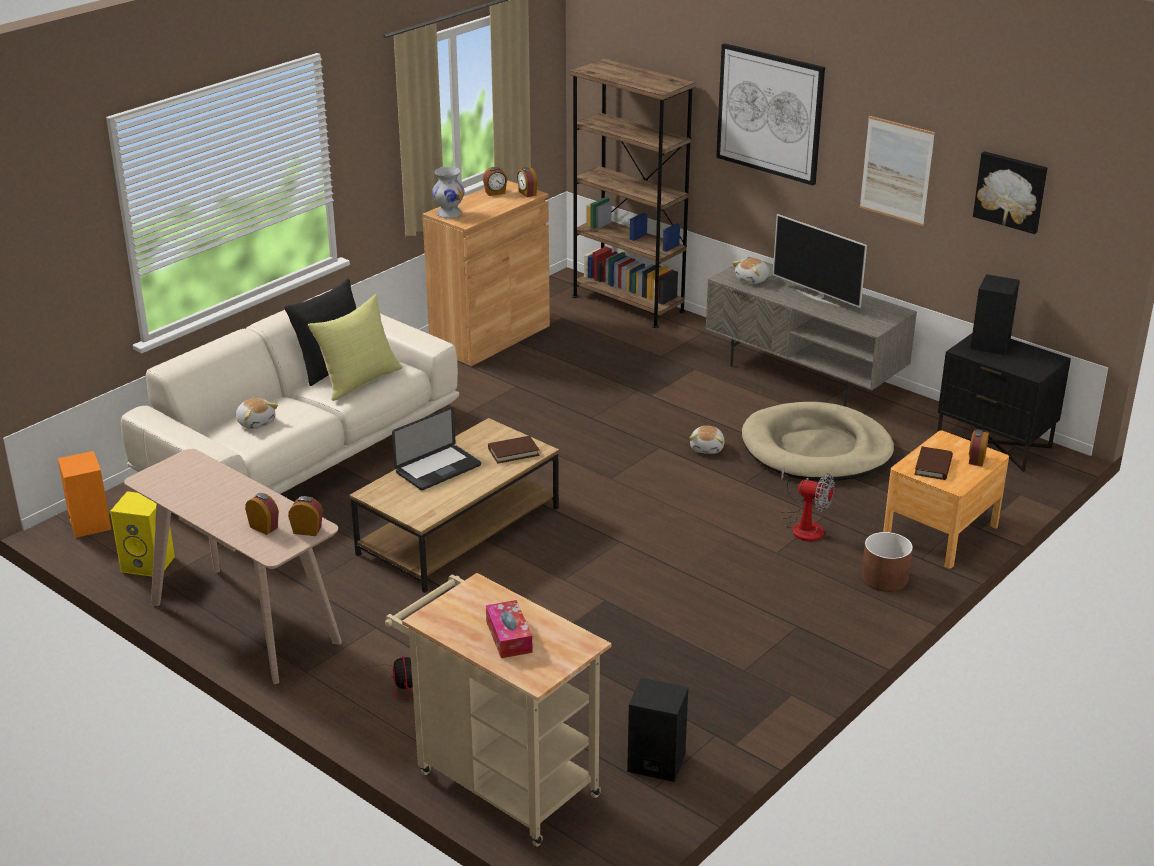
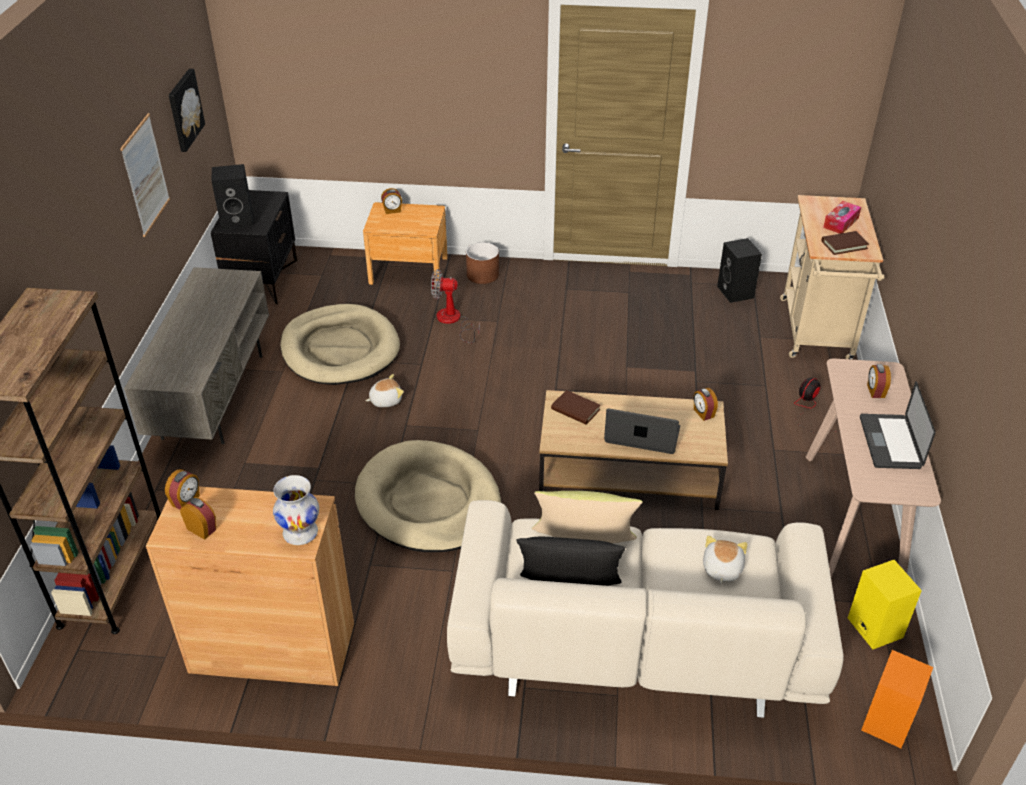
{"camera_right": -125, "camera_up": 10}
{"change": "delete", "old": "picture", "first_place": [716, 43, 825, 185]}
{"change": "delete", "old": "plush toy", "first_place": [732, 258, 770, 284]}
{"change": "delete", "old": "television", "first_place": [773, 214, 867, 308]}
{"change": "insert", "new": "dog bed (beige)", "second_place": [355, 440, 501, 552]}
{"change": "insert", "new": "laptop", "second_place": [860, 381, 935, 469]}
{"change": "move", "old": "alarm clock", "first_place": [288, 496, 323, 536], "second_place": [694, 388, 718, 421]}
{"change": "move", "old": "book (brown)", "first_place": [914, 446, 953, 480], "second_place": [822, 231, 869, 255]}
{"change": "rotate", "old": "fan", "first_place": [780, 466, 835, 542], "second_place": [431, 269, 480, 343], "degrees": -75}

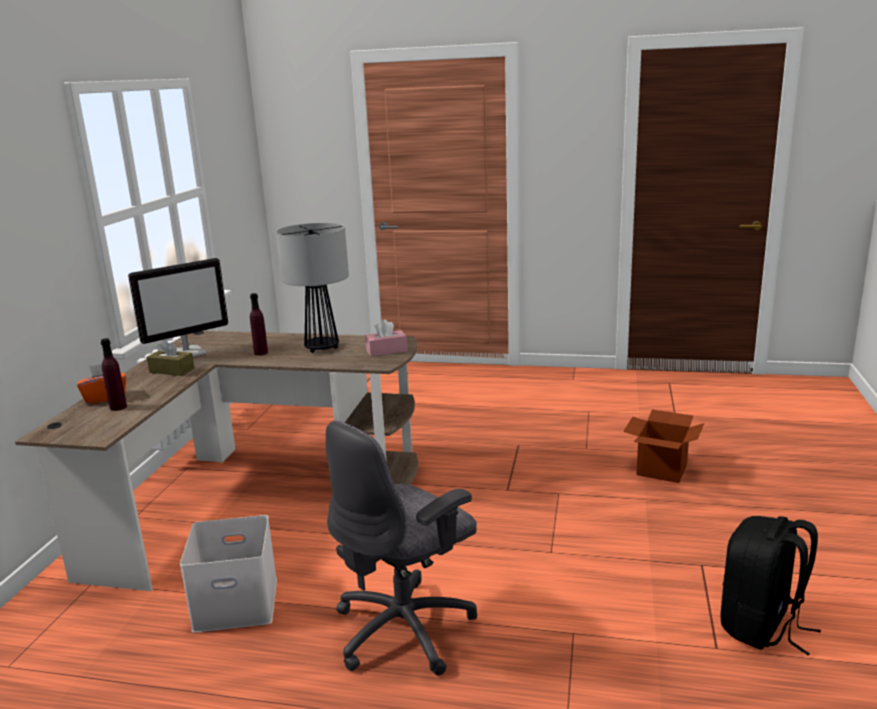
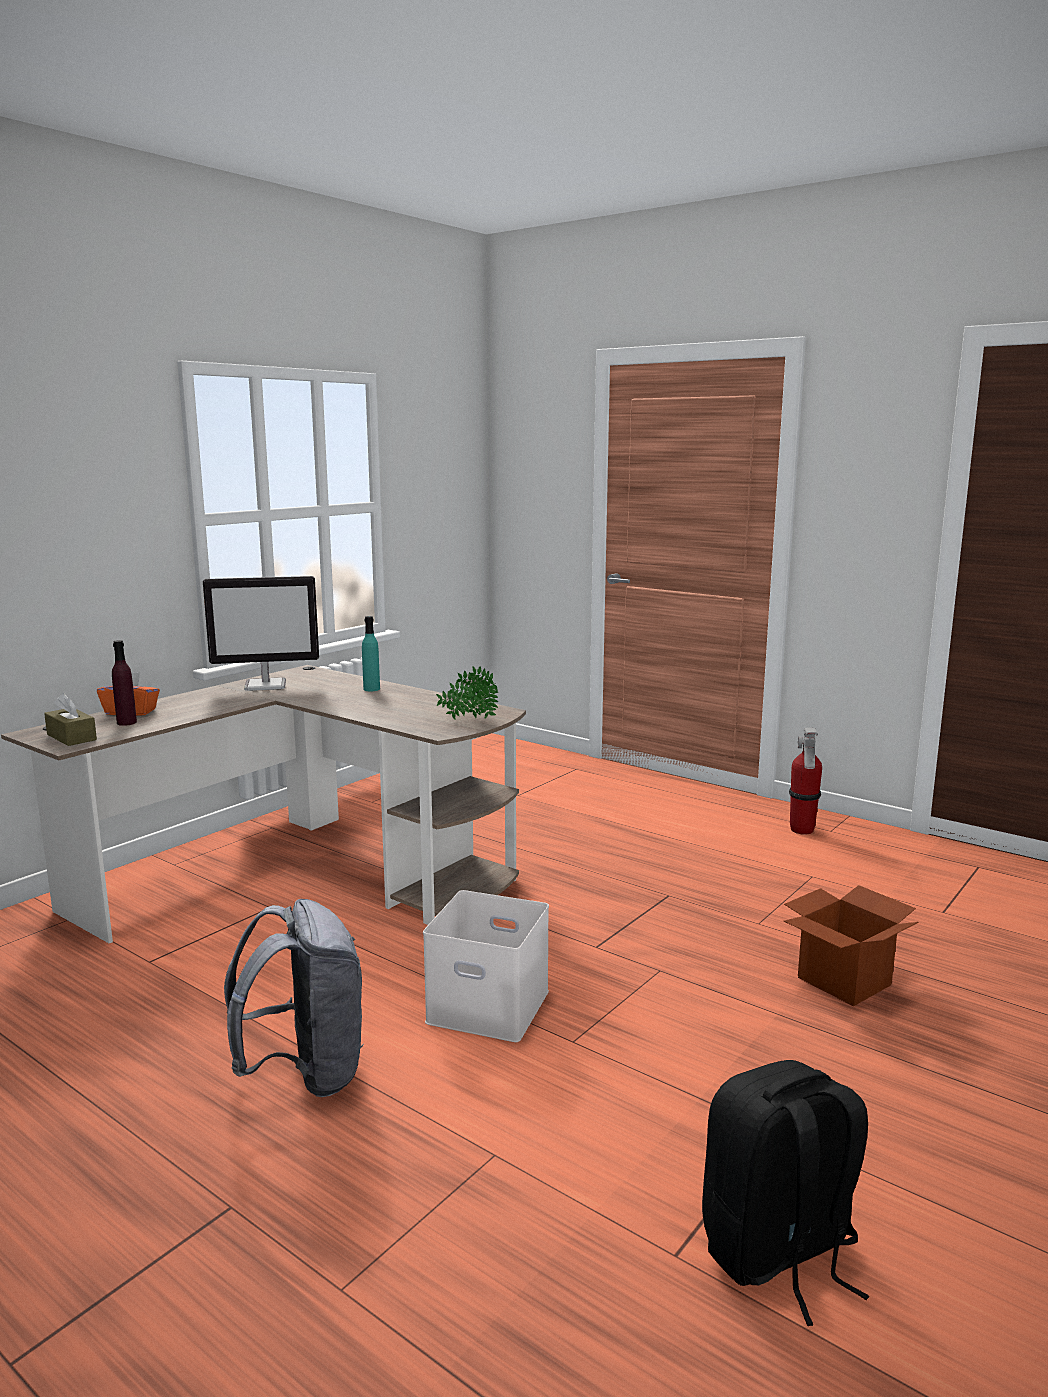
{"camera_right": 25, "camera_up": -5}
{"change": "delete", "old": "bottle (purple)", "first_place": [250, 293, 268, 355]}
{"change": "delete", "old": "table lamp", "first_place": [276, 223, 349, 353]}
{"change": "insert", "new": "bottle (turquoise)", "second_place": [362, 616, 380, 691]}
{"change": "insert", "new": "fire extinguisher", "second_place": [789, 728, 822, 835]}
{"change": "move", "old": "tissue box (brown)", "first_place": [147, 339, 195, 376], "second_place": [44, 693, 97, 746]}
{"change": "move", "old": "storage box (white)", "first_place": [180, 515, 277, 633], "second_place": [423, 890, 549, 1042]}
{"change": "replace", "old": "office chair (grey)", "new": "backpack (grey)", "first_place": [326, 421, 477, 675], "second_place": [224, 899, 364, 1097]}
{"change": "replace", "old": "tissue box (pink)", "new": "potted plant", "first_place": [365, 319, 407, 356], "second_place": [436, 666, 498, 720]}

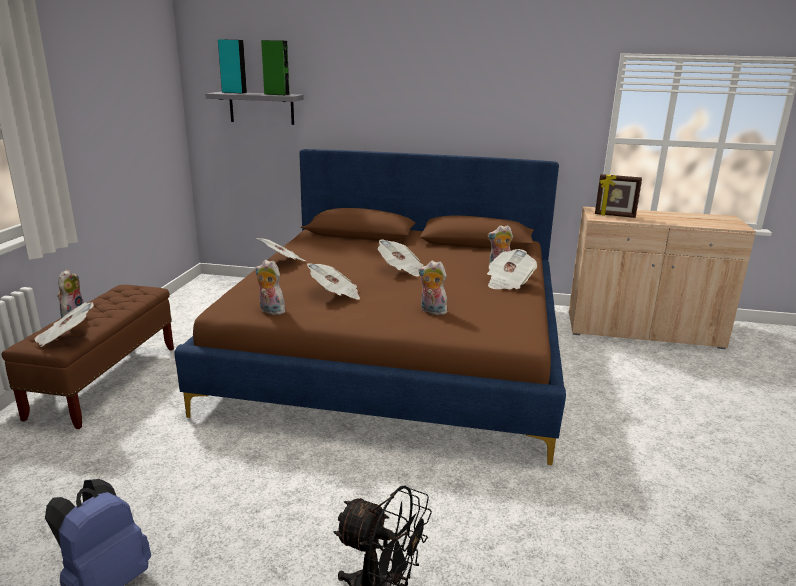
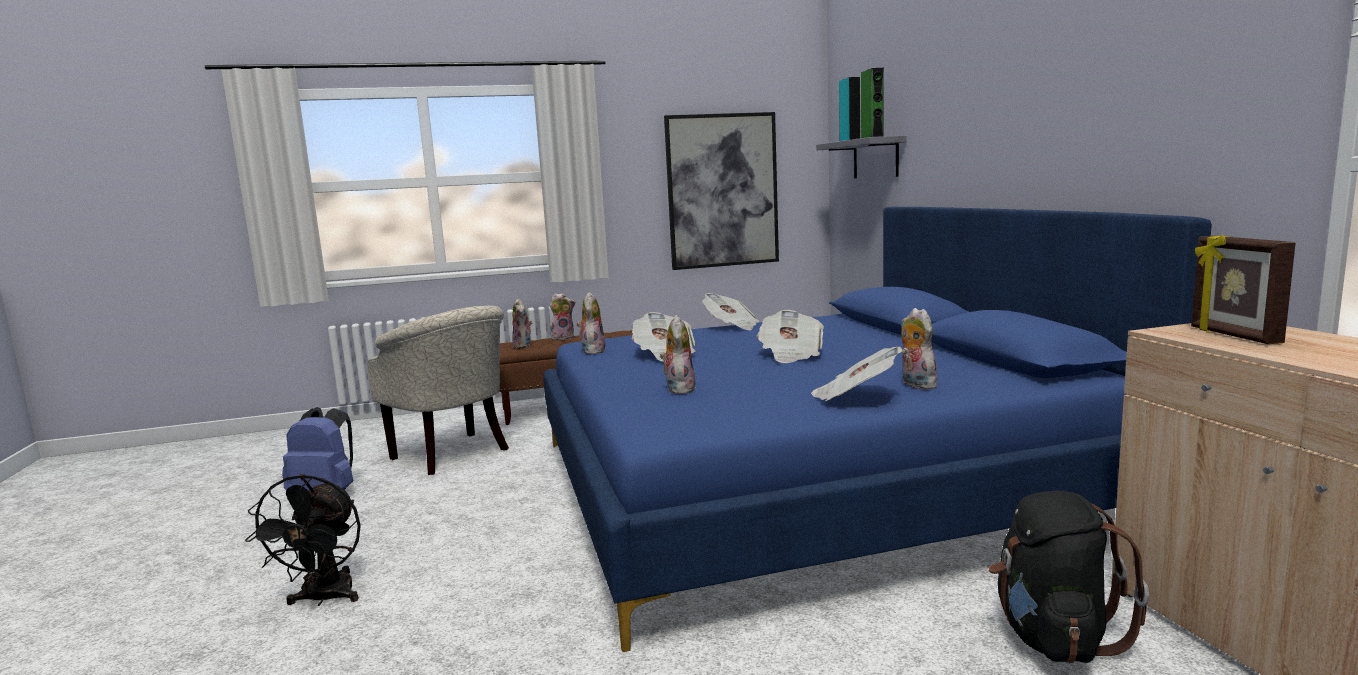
{"camera_right": 65, "camera_up": -10}
{"change": "insert", "new": "armchair (beige)", "second_place": [367, 306, 509, 475]}
{"change": "insert", "new": "picture", "second_place": [664, 112, 779, 270]}
{"change": "insert", "new": "backpack (black)", "second_place": [989, 491, 1149, 663]}
{"change": "replace", "old": "newspaper", "new": "plush toy", "first_place": [34, 302, 94, 347], "second_place": [512, 299, 532, 348]}
{"change": "recolor", "old": "bed (brown)", "new": "bed (blue)", "first_place": [174, 149, 566, 465], "second_place": [543, 207, 1212, 652]}

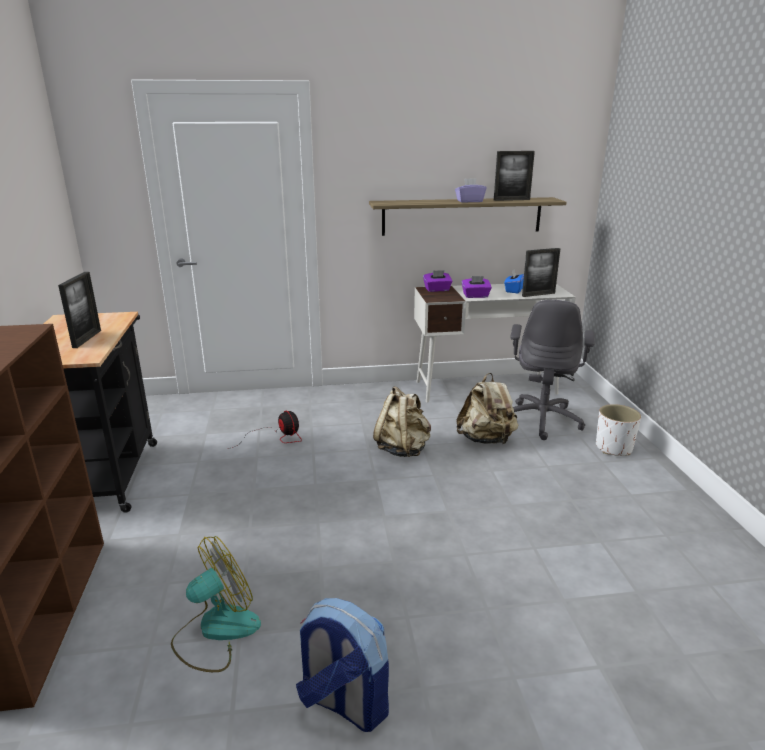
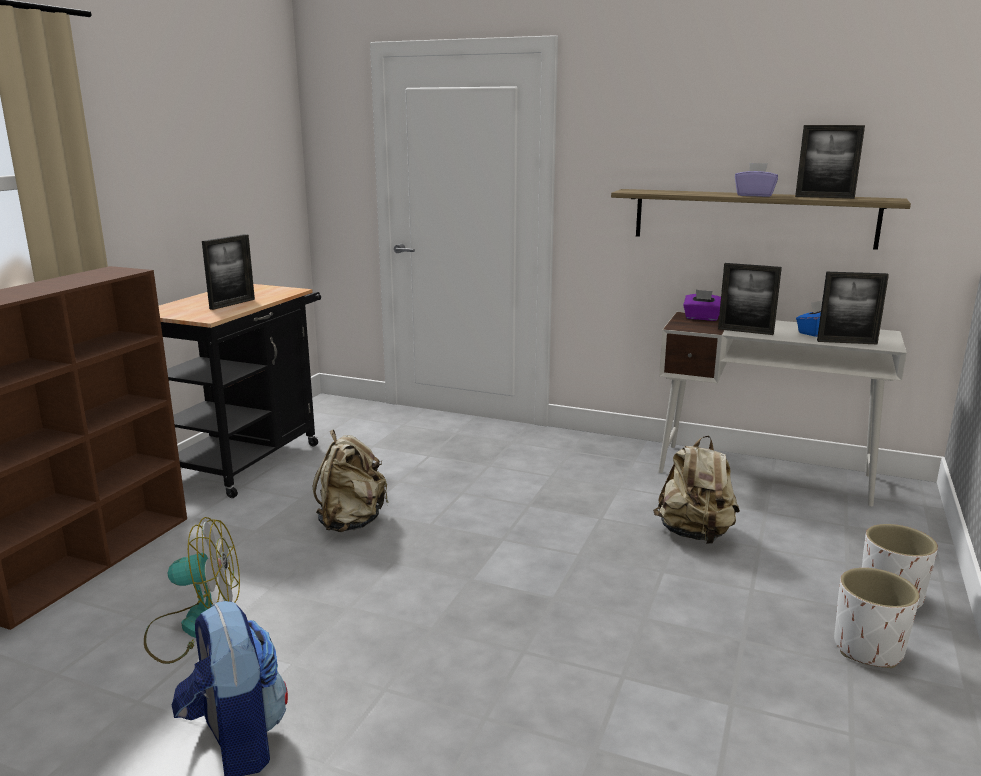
{"camera_right": 30, "camera_up": -5}
{"change": "delete", "old": "fan", "first_place": [228, 411, 302, 449]}
{"change": "delete", "old": "office chair (grey)", "first_place": [511, 300, 595, 440]}
{"change": "insert", "new": "planter (white)", "second_place": [834, 568, 920, 668]}
{"change": "move", "old": "backpack (beige)", "first_place": [373, 386, 431, 457], "second_place": [312, 430, 389, 532]}
{"change": "replace", "old": "tissue box (purple)", "new": "picture frame", "first_place": [462, 276, 492, 298], "second_place": [718, 263, 782, 335]}

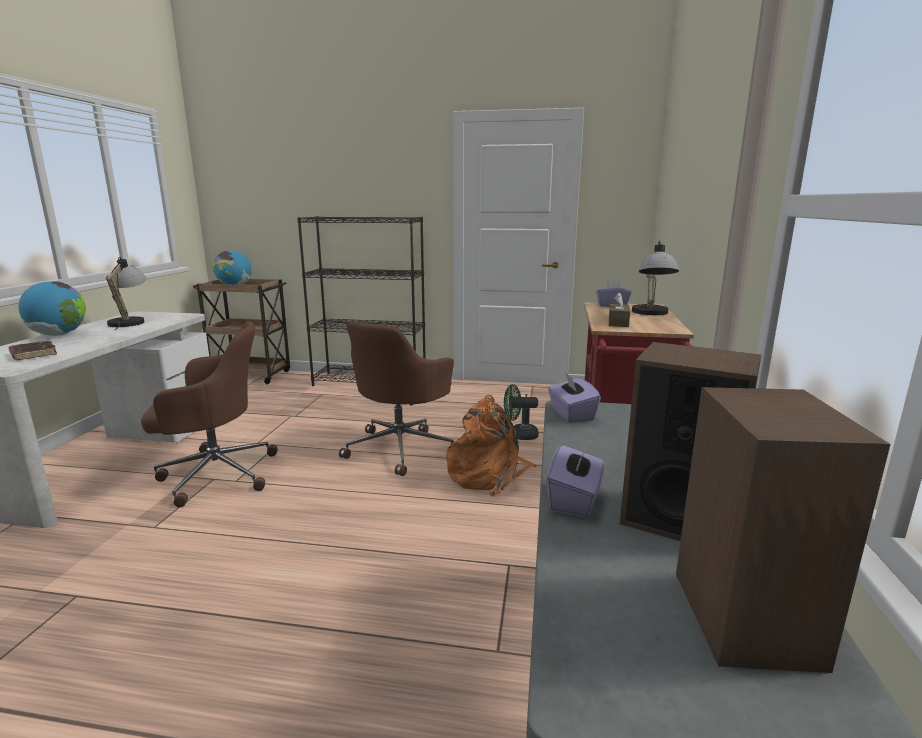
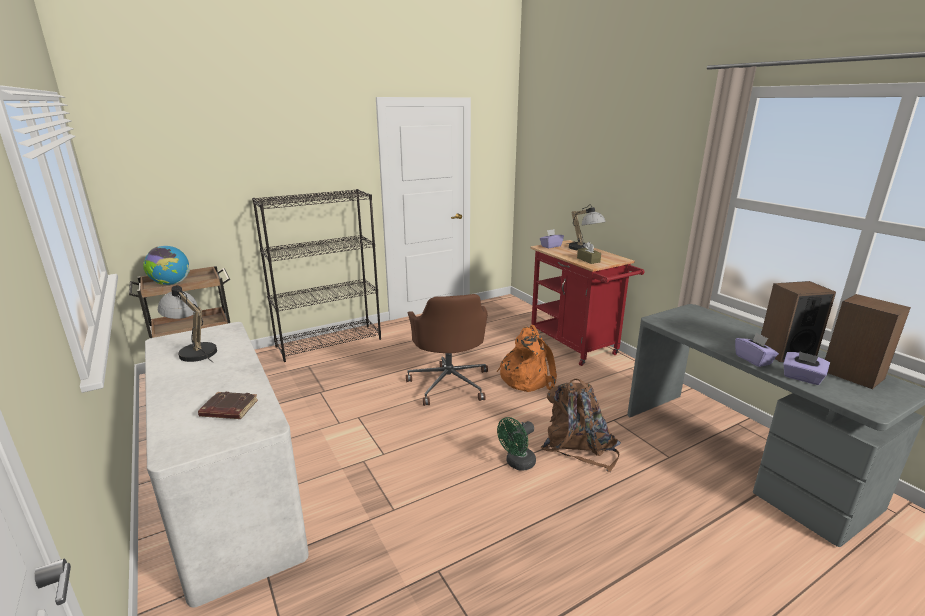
{"camera_right": -40, "camera_up": 5}
{"change": "delete", "old": "globe", "first_place": [18, 281, 86, 336]}
{"change": "delete", "old": "office chair (brown)", "first_place": [141, 321, 278, 507]}
{"change": "insert", "new": "backpack (brown)", "second_place": [540, 378, 621, 472]}
{"change": "move", "old": "fan (green)", "first_place": [504, 384, 539, 440], "second_place": [497, 417, 536, 471]}
{"change": "move", "old": "tissue box (purple)", "first_place": [548, 372, 601, 423], "second_place": [783, 351, 830, 385]}

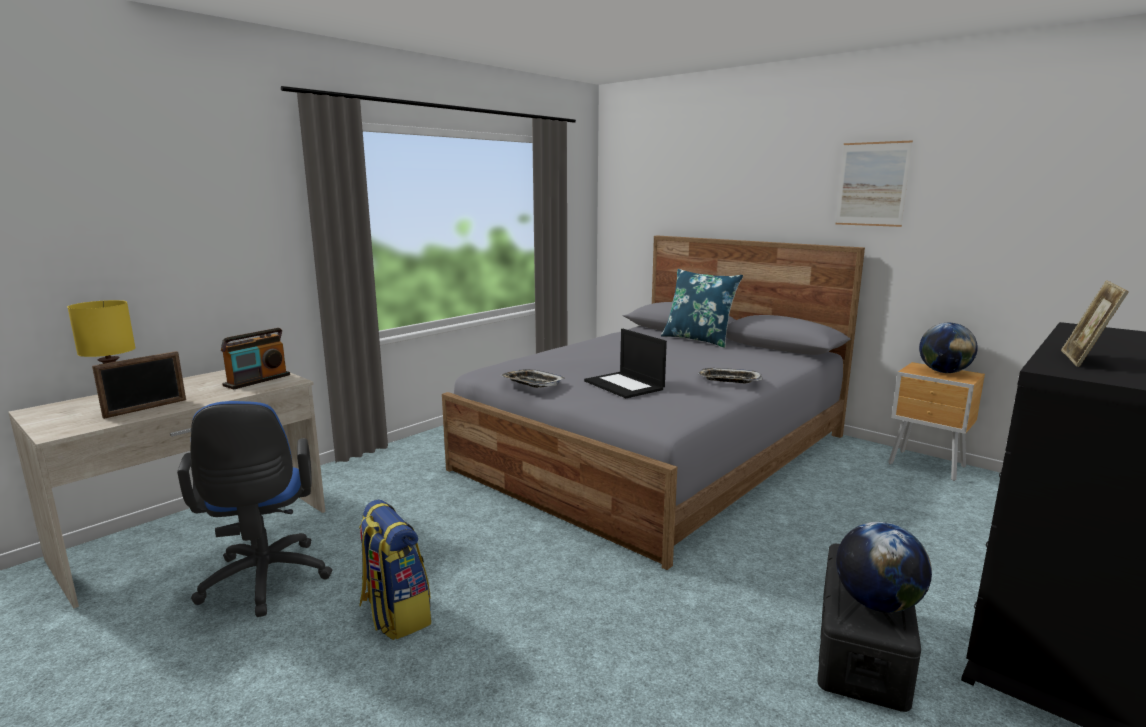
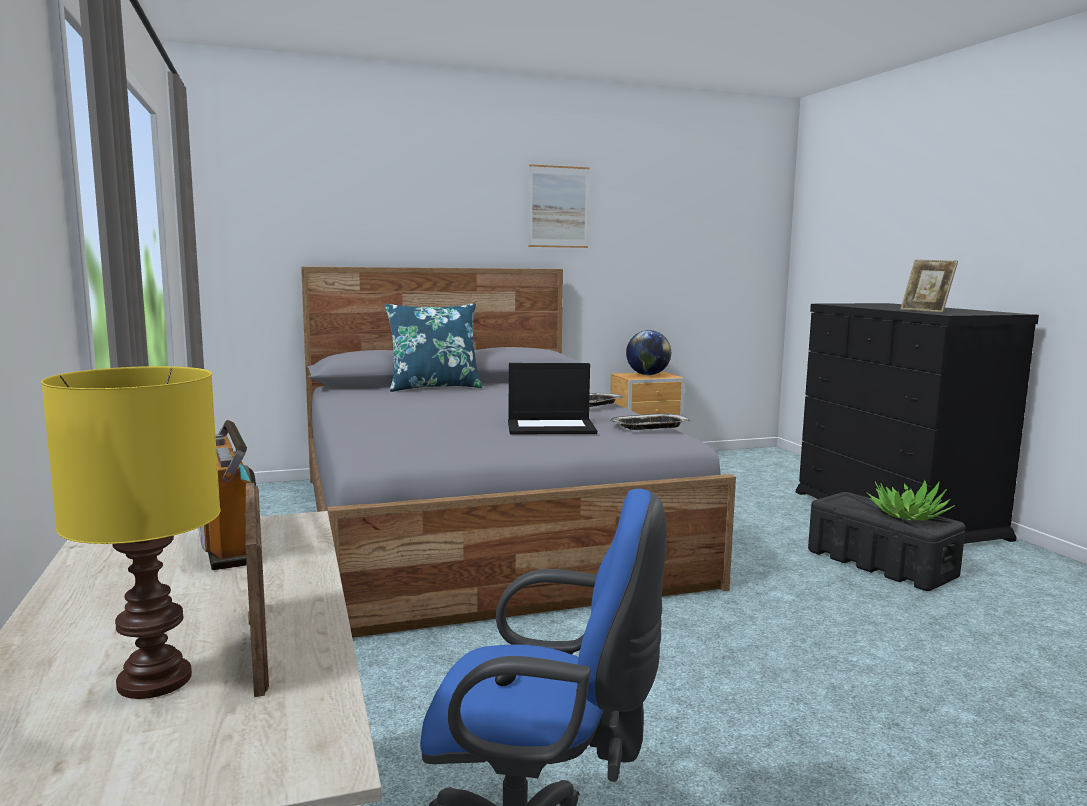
{"camera_right": -60, "camera_up": -5}
{"change": "delete", "old": "backpack", "first_place": [359, 499, 431, 640]}
{"change": "move", "old": "tray", "first_place": [500, 369, 564, 388], "second_place": [610, 414, 691, 430]}
{"change": "replace", "old": "globe", "new": "potted plant", "first_place": [836, 522, 932, 612], "second_place": [867, 480, 955, 520]}

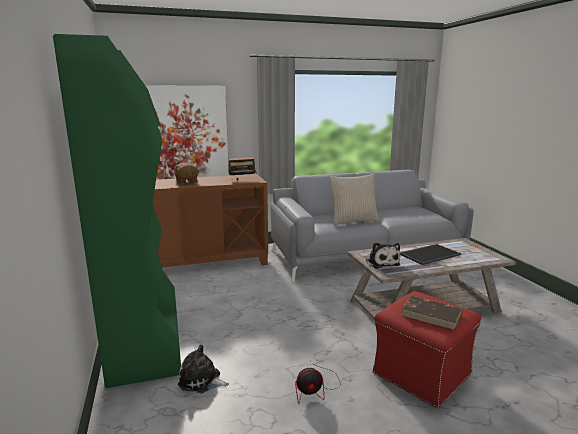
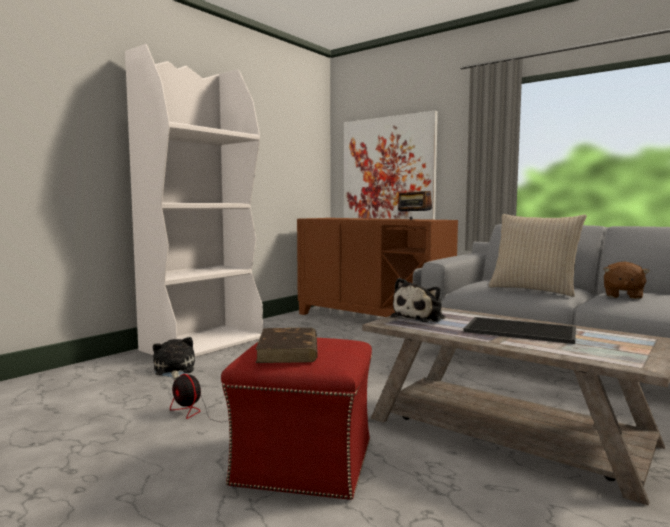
{"camera_right": 55, "camera_up": -10}
{"change": "move", "old": "plush toy (brown)", "first_place": [175, 162, 199, 184], "second_place": [603, 261, 650, 299]}
{"change": "recolor", "old": "bookcase (green)", "new": "bookcase (white)", "first_place": [53, 34, 181, 388], "second_place": [125, 44, 263, 357]}

